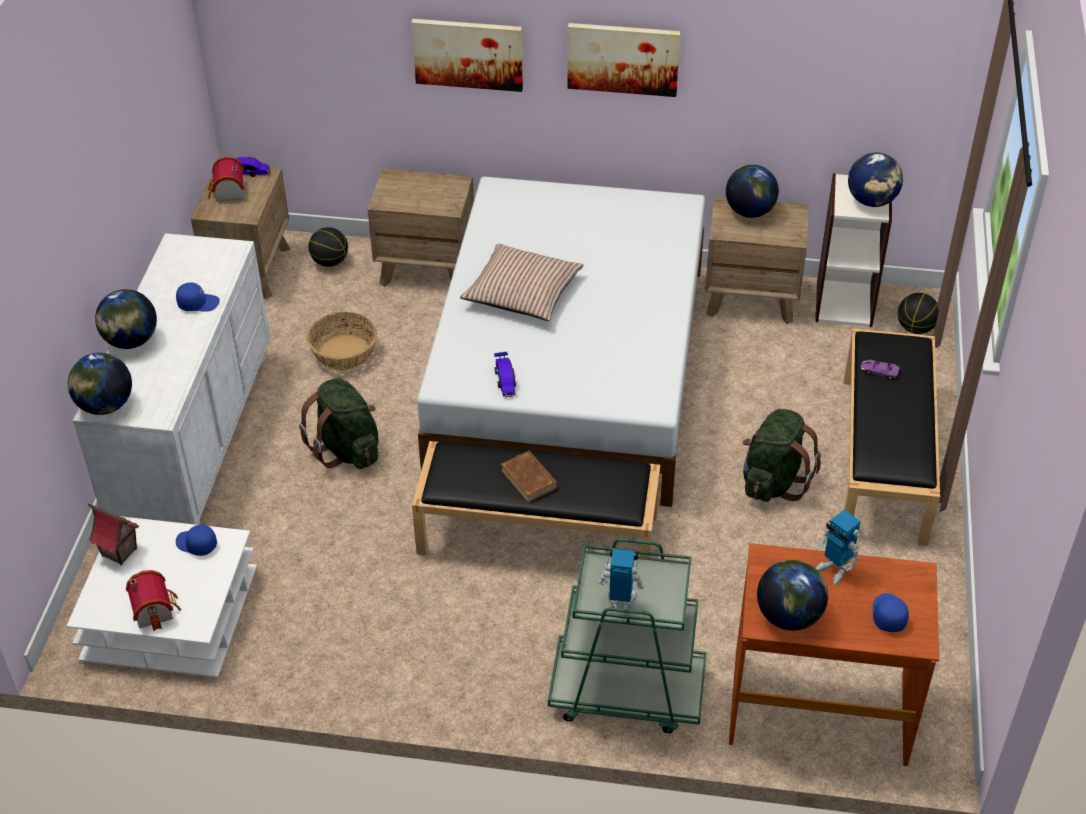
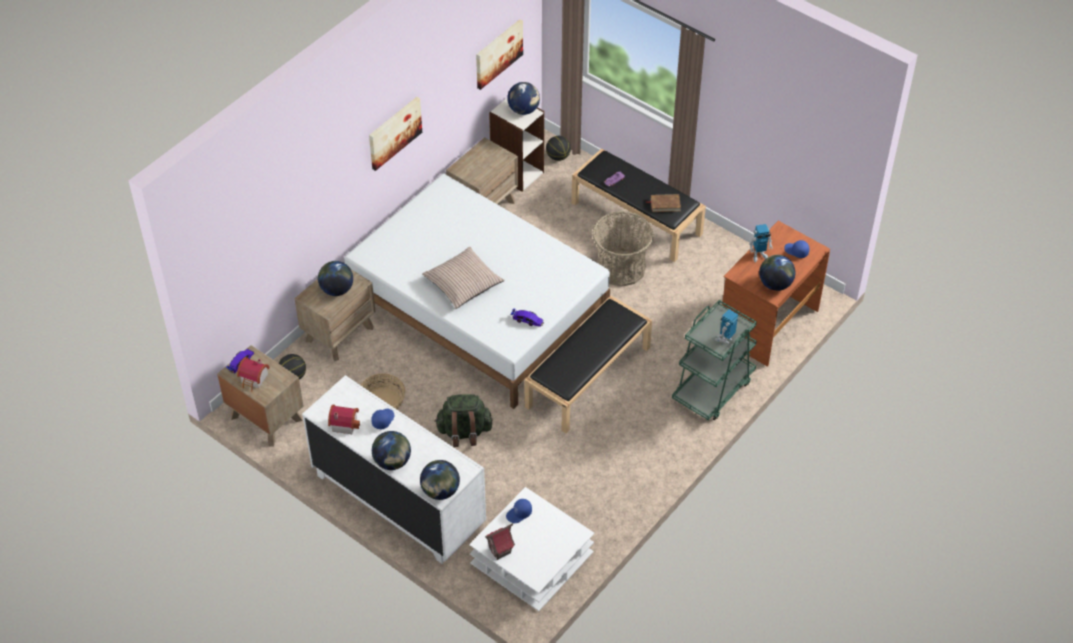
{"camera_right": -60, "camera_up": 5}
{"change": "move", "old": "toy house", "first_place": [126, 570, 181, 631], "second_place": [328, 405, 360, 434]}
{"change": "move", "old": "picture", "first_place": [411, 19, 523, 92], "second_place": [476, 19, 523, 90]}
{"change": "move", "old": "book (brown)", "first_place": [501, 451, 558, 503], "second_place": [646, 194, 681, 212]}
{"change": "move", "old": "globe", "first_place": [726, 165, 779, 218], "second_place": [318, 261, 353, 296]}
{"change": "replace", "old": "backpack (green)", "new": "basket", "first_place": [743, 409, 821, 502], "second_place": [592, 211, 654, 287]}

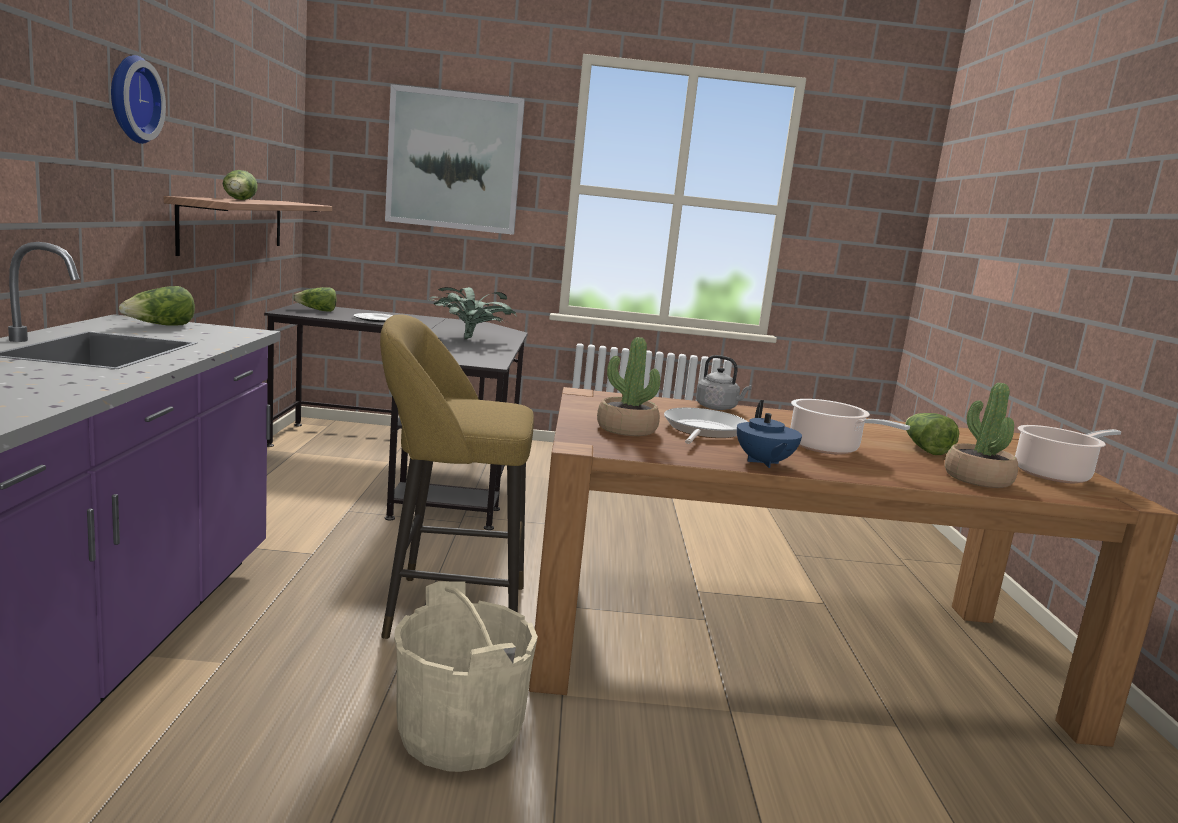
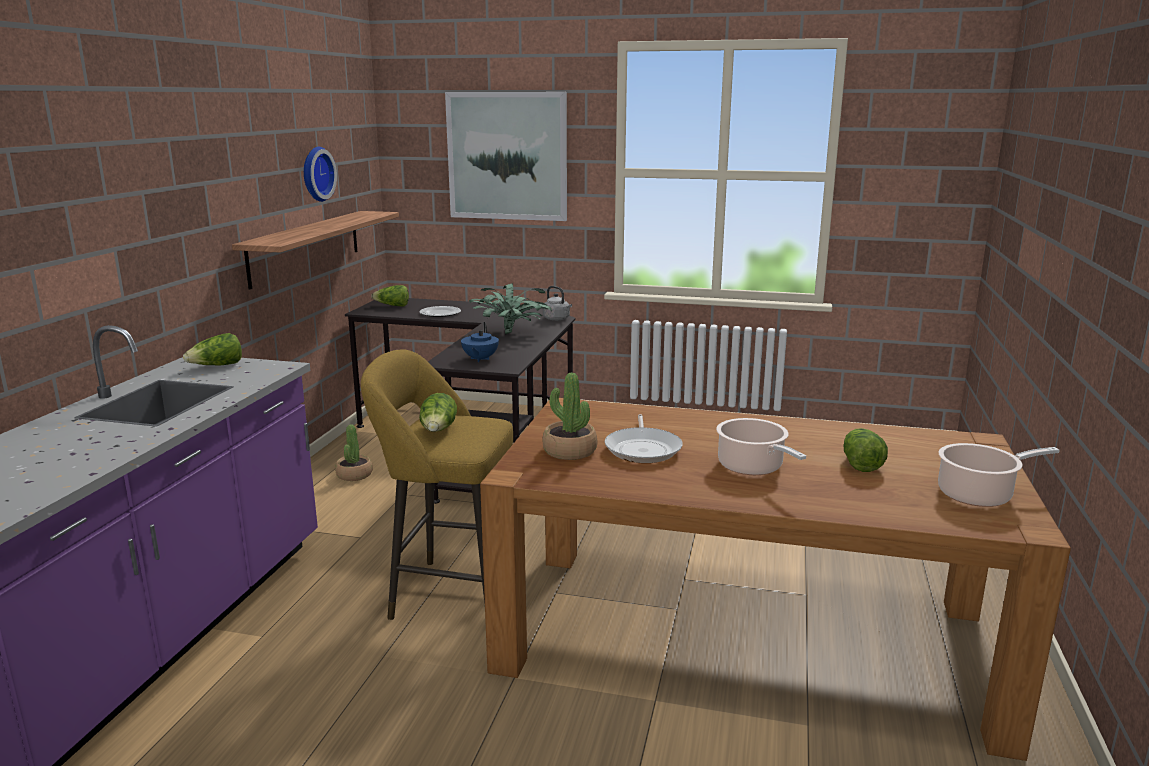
{"camera_right": 15, "camera_up": 5}
{"change": "delete", "old": "bucket (beige)", "first_place": [394, 581, 538, 772]}
{"change": "move", "old": "wall clock", "first_place": [111, 55, 166, 144], "second_place": [304, 147, 337, 202]}
{"change": "move", "old": "lettuce", "first_place": [223, 170, 258, 200], "second_place": [419, 393, 457, 432]}
{"change": "move", "old": "kettle (grey)", "first_place": [696, 355, 752, 410], "second_place": [543, 286, 572, 321]}
{"change": "move", "old": "teapot (blue)", "first_place": [737, 400, 802, 468], "second_place": [461, 322, 499, 362]}
{"change": "move", "old": "potted plant", "first_place": [945, 383, 1018, 488], "second_place": [335, 424, 373, 481]}
{"change": "rotate", "old": "frying pan", "first_place": [664, 408, 747, 444], "second_place": [605, 414, 683, 463], "degrees": 150}

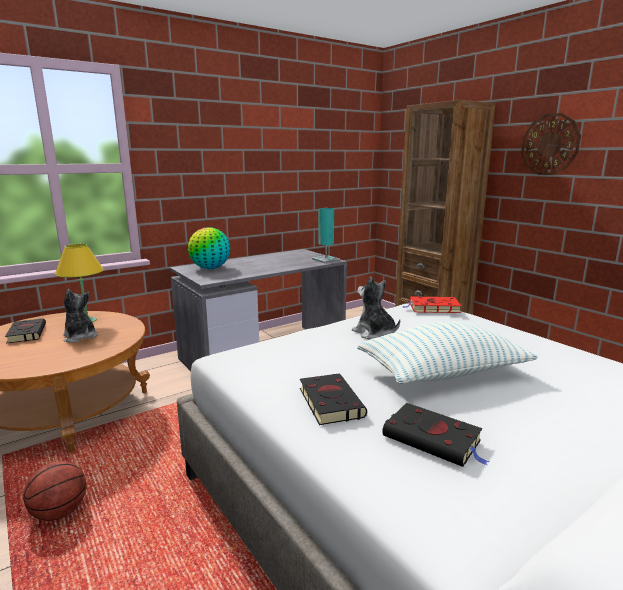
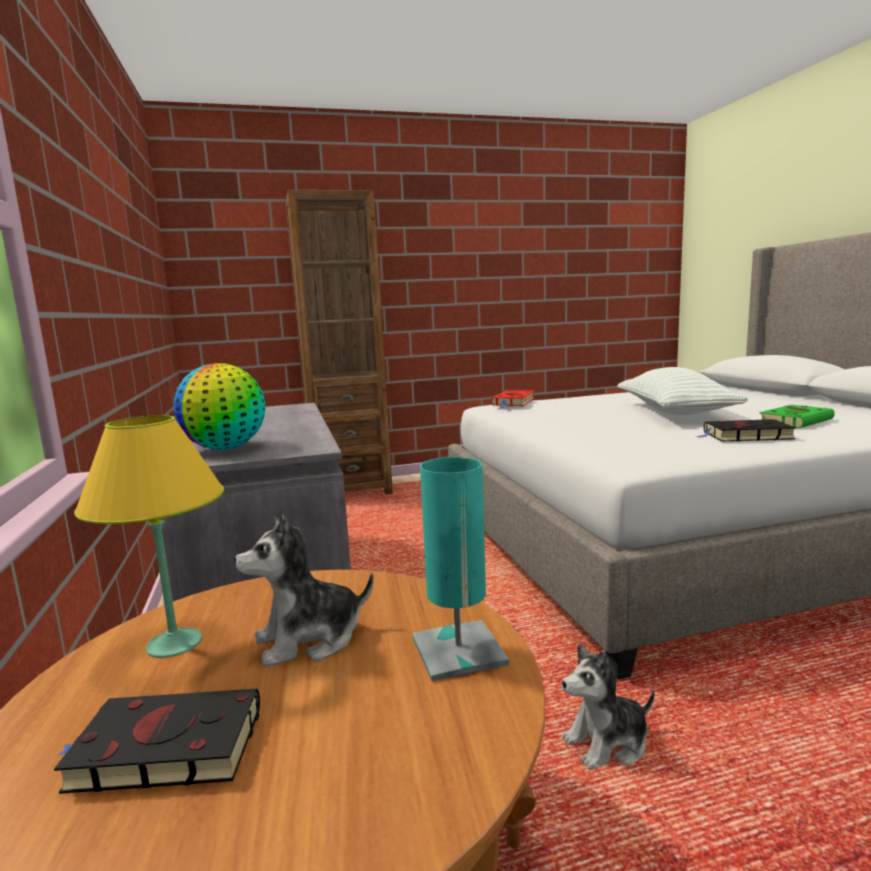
{"camera_right": -70, "camera_up": -5}
{"change": "delete", "old": "basketball", "first_place": [23, 461, 87, 521]}
{"change": "delete", "old": "wall clock", "first_place": [521, 113, 581, 175]}
{"change": "move", "old": "table lamp (turquoise)", "first_place": [312, 208, 340, 263], "second_place": [412, 457, 509, 681]}
{"change": "move", "old": "plush toy", "first_place": [352, 276, 400, 339], "second_place": [562, 644, 655, 770]}
{"change": "recolor", "old": "book (black)", "new": "book (green)", "first_place": [382, 403, 489, 467], "second_place": [759, 405, 835, 428]}

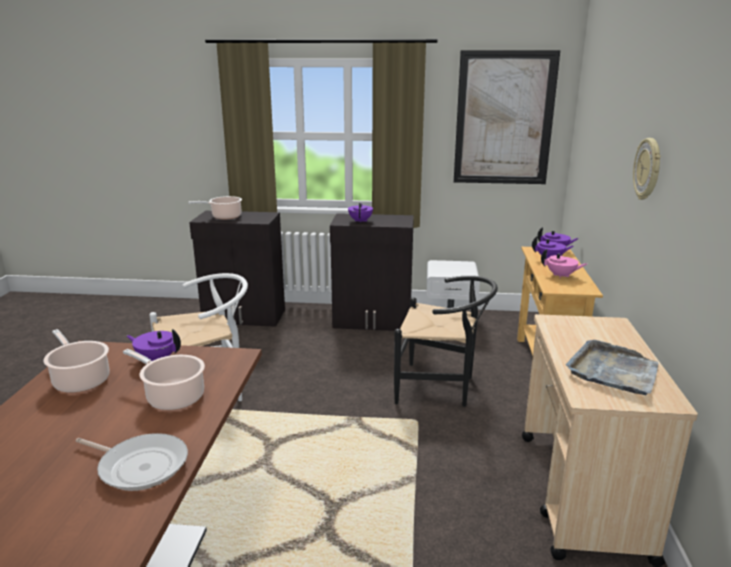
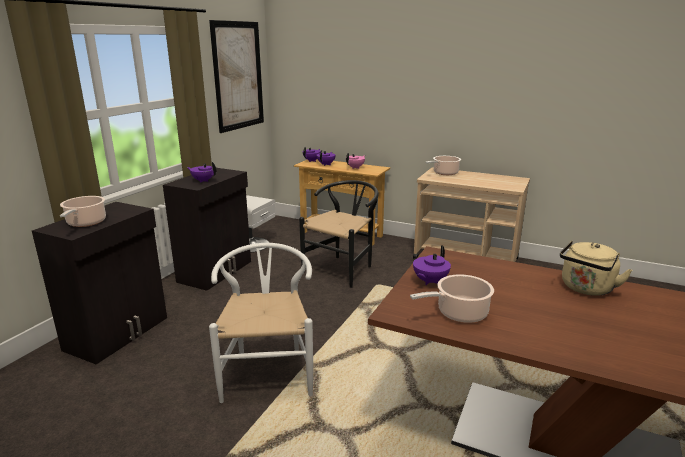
{"camera_right": -70, "camera_up": 0}
{"change": "delete", "old": "tray (grey)", "first_place": [566, 340, 659, 395]}
{"change": "delete", "old": "wall clock", "first_place": [633, 138, 661, 200]}
{"change": "move", "old": "cooking pot", "first_place": [123, 349, 205, 410], "second_place": [425, 156, 461, 175]}
{"change": "replace", "old": "frying pan", "new": "kettle (beige)", "first_place": [75, 433, 188, 491], "second_place": [560, 240, 633, 296]}

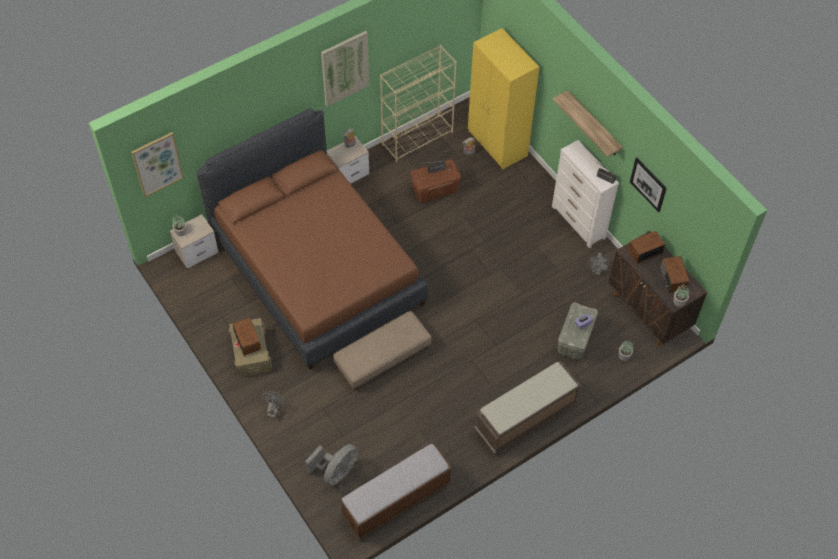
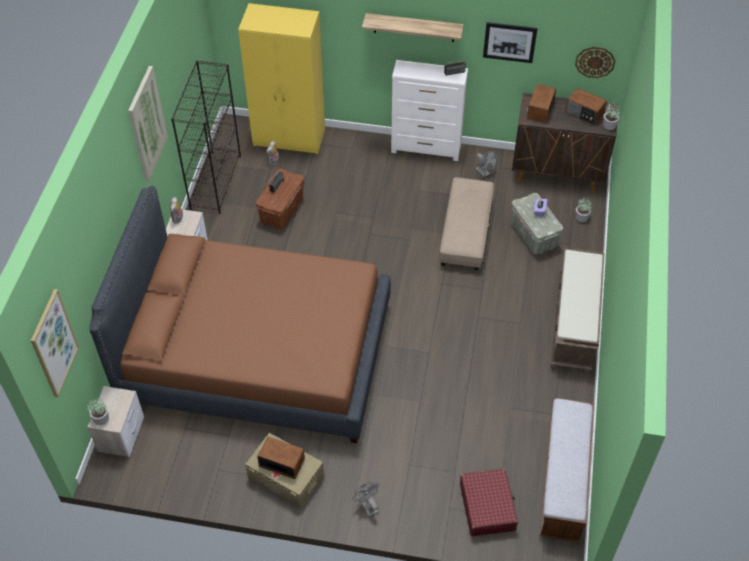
{"camera_right": -45, "camera_up": -5}
{"change": "insert", "new": "wall clock", "second_place": [575, 47, 615, 78]}
{"change": "move", "old": "ottoman (beige)", "first_place": [333, 311, 431, 390], "second_place": [440, 177, 494, 270]}
{"change": "replace", "old": "fan (grey)", "new": "suitcase (red)", "first_place": [305, 444, 358, 485], "second_place": [460, 469, 518, 536]}
{"change": "recolor", "old": "bookcase (beige)", "new": "bookcase (black)", "first_place": [380, 45, 457, 162], "second_place": [171, 60, 241, 214]}

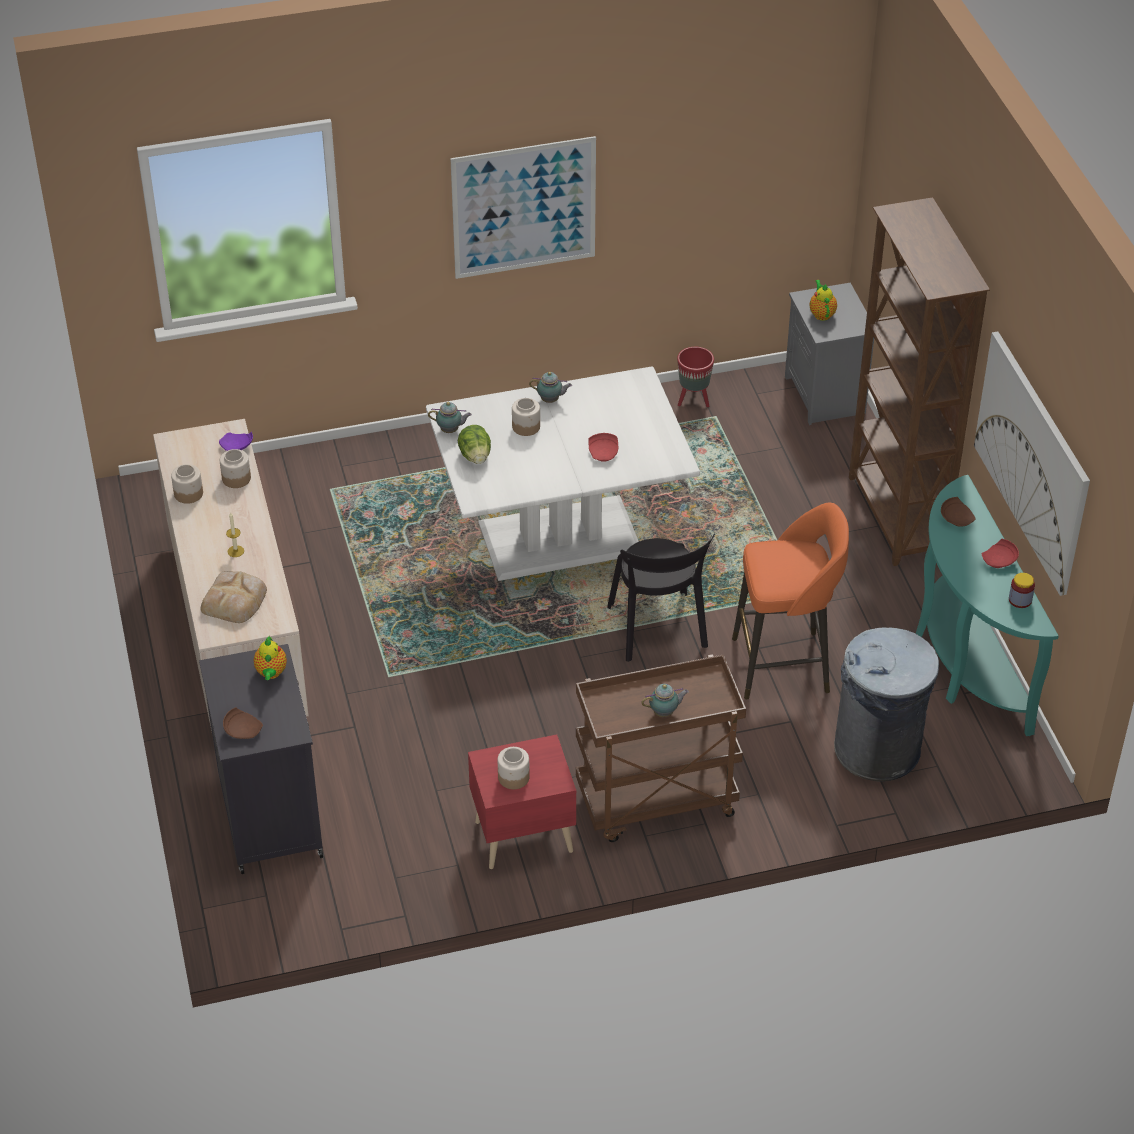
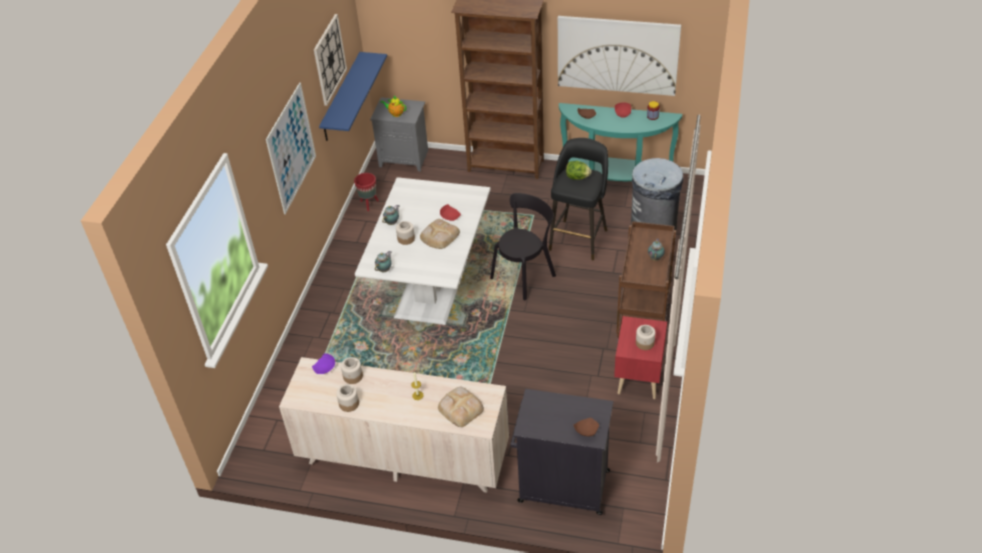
{"camera_right": -60, "camera_up": 0}
{"change": "delete", "old": "teapot", "first_place": [254, 636, 287, 680]}
{"change": "insert", "new": "wall clock", "second_place": [314, 14, 347, 106]}
{"change": "insert", "new": "shelf (blue)", "second_place": [319, 52, 387, 141]}
{"change": "insert", "new": "bread", "second_place": [420, 219, 460, 249]}
{"change": "move", "old": "lettuce", "first_place": [458, 425, 491, 464], "second_place": [566, 161, 591, 180]}
{"change": "recolor", "old": "stool (orange)", "new": "stool (black)", "first_place": [732, 503, 849, 699], "second_place": [549, 138, 608, 261]}
{"change": "rotate", "old": "chair (black)", "first_place": [607, 534, 715, 662], "second_place": [490, 193, 556, 300], "degrees": -60}

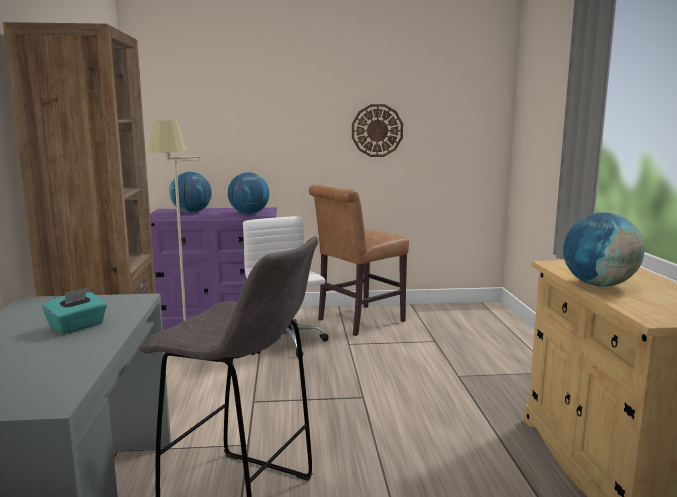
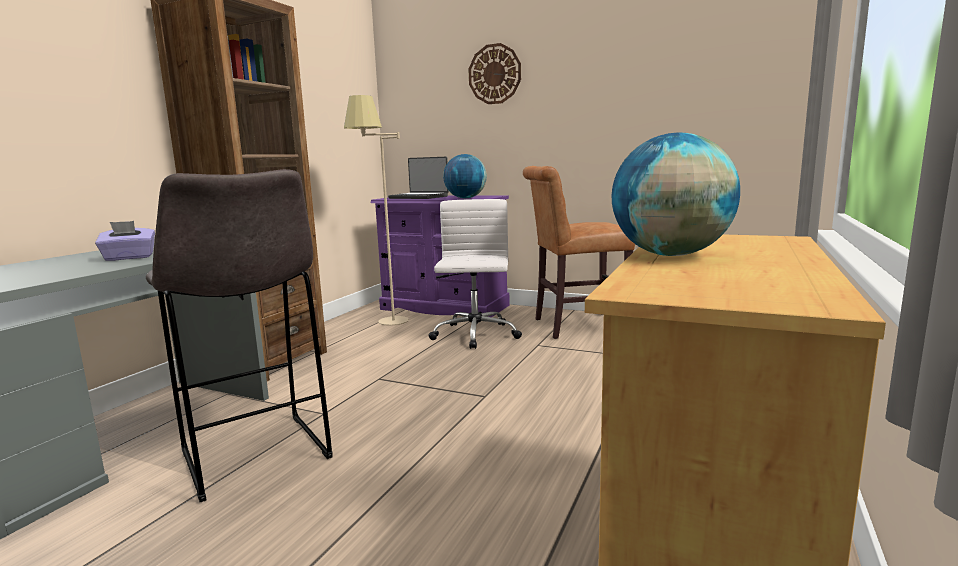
{"camera_right": 30, "camera_up": 0}
{"change": "move", "old": "wall clock", "first_place": [352, 104, 403, 157], "second_place": [469, 43, 521, 104]}
{"change": "replace", "old": "globe", "new": "laptop", "first_place": [169, 172, 212, 213], "second_place": [388, 157, 449, 199]}
{"change": "recolor", "old": "tissue box (turquoise)", "new": "tissue box (purple)", "first_place": [42, 288, 107, 334], "second_place": [95, 221, 155, 261]}

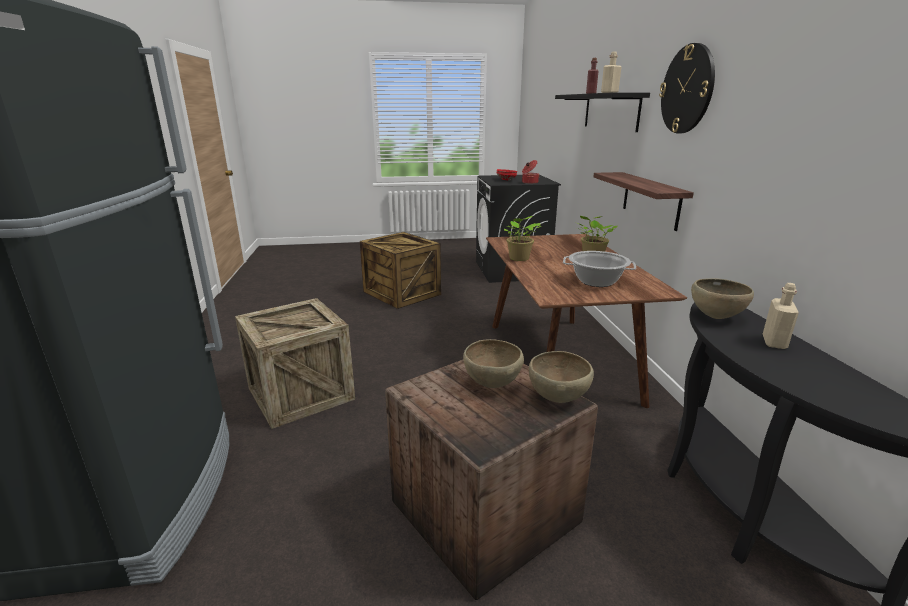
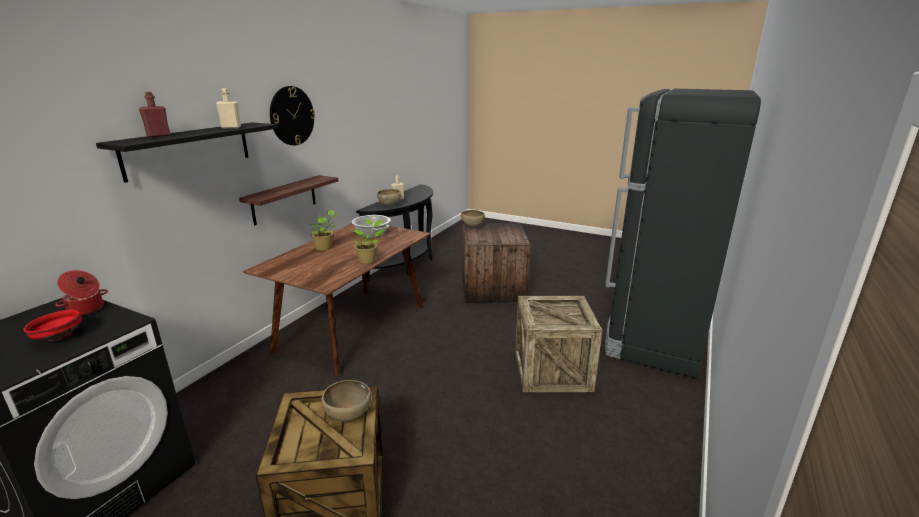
{"camera_right": -145, "camera_up": 0}
{"change": "move", "old": "bowl (brown)", "first_place": [463, 339, 524, 388], "second_place": [321, 380, 371, 422]}

